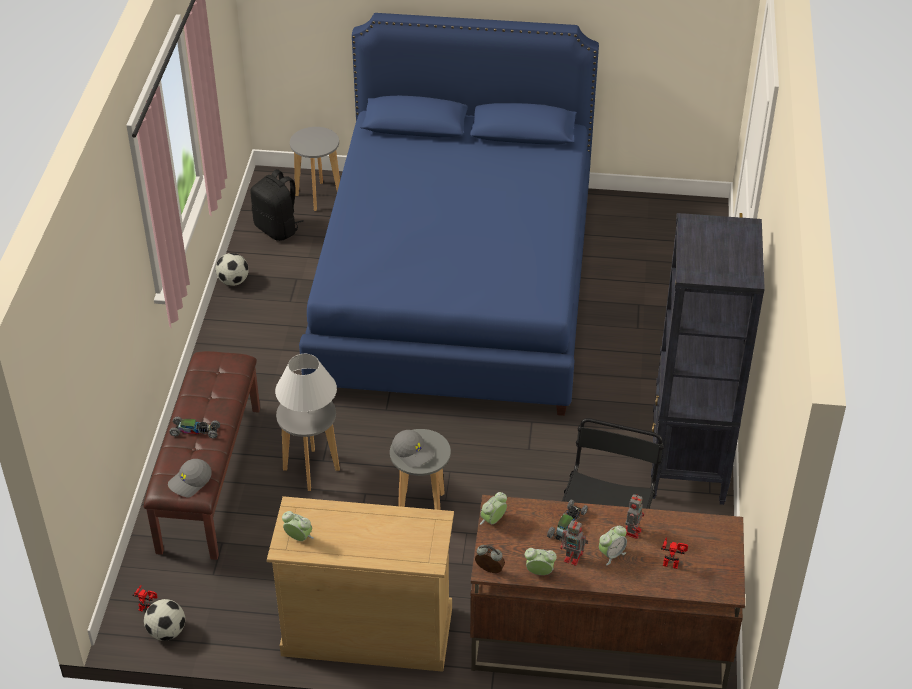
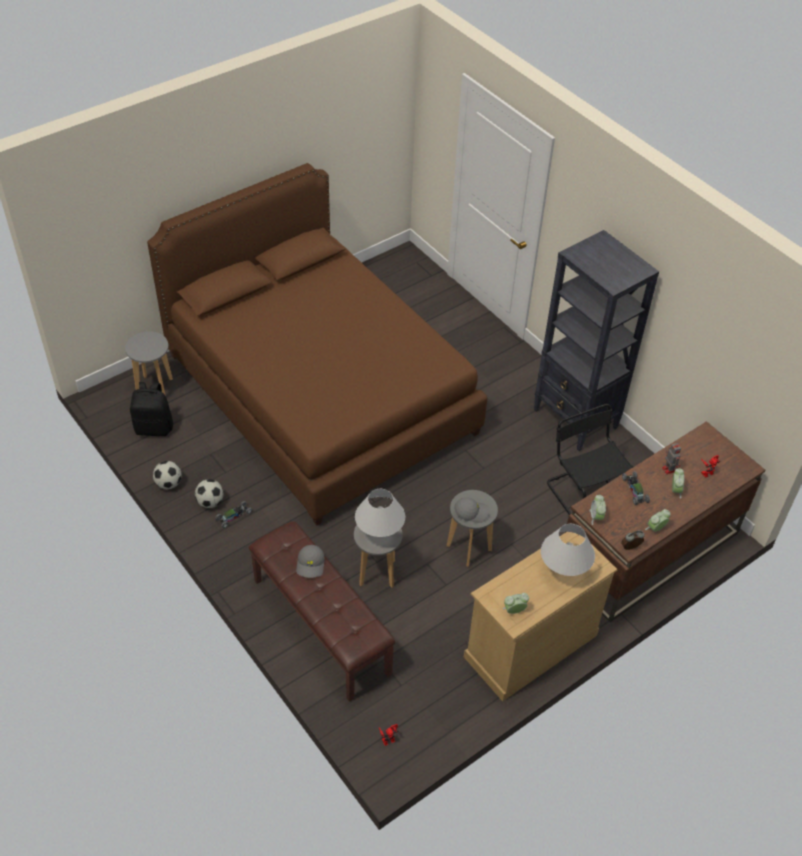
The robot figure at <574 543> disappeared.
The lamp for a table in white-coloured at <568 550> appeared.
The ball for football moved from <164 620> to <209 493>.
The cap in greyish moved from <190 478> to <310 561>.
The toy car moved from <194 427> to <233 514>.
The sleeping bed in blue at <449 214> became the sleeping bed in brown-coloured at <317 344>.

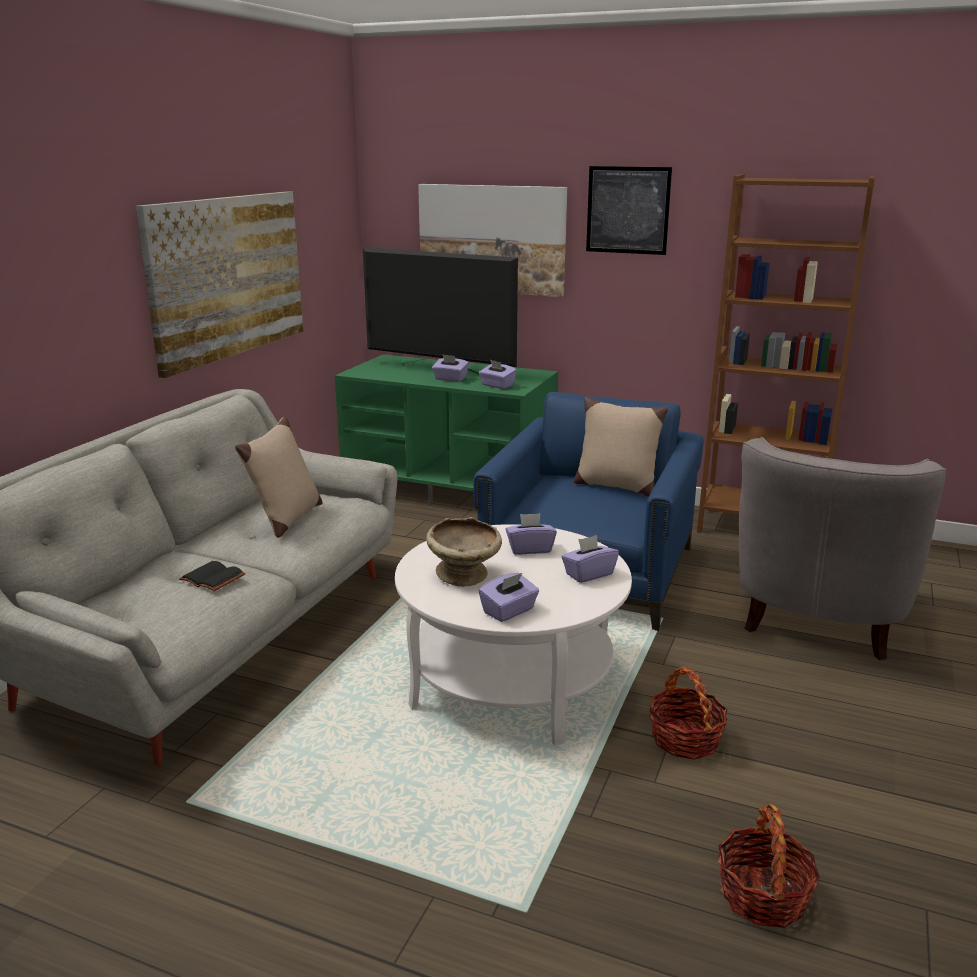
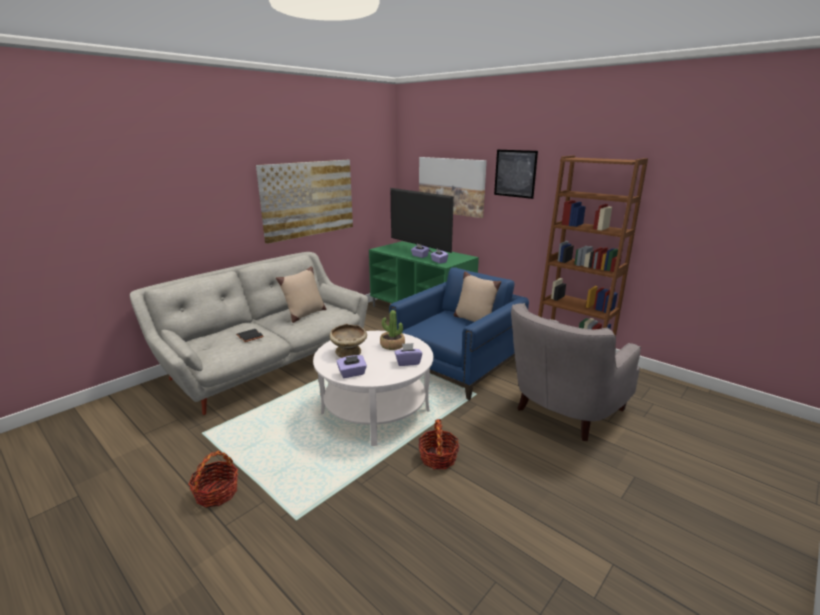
The basket moved from <769 866> to <213 479>.
The box of tissues in purplish at <531 534> was replaced by the potted plant at <392 330>.

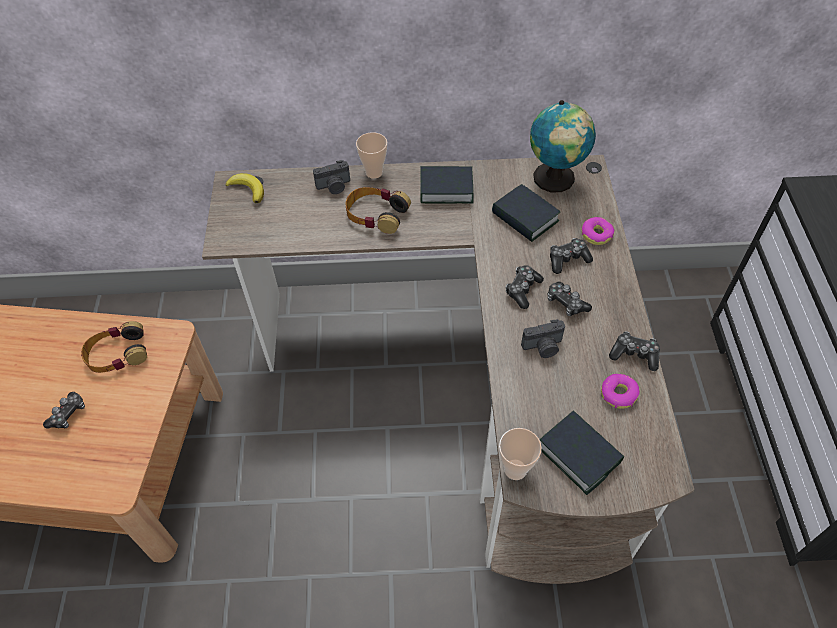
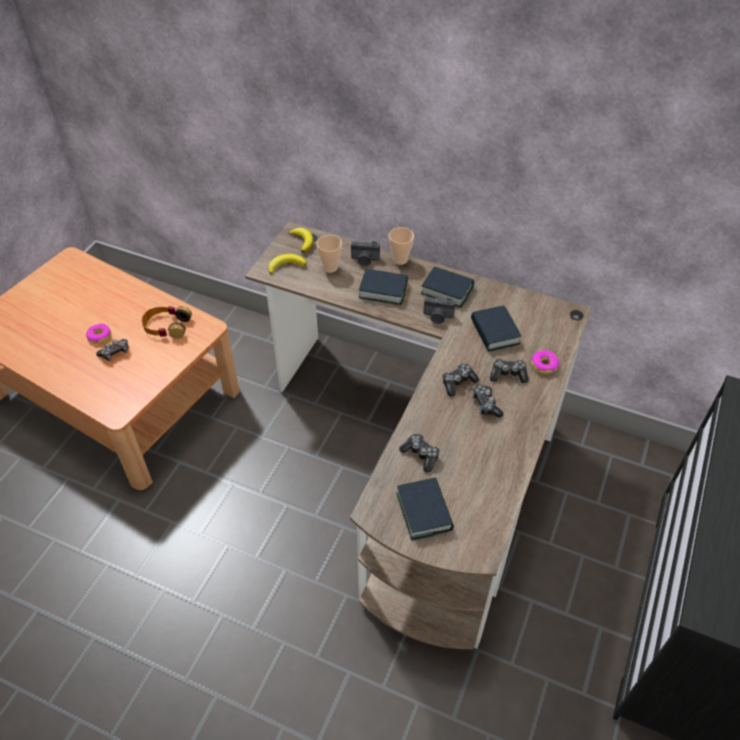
The desk globe at <563 146> disappeared.
The banana fruit at <287 264> appeared.
The small cup moved from <520 454> to <329 254>.
The photo camera moved from <543 338> to <439 310>.
The donut moved from <620 391> to <98 334>.
The game controller moved from <634 351> to <419 453>.
The pair of headphones at <378 210> was replaced by the book at <383 287>.

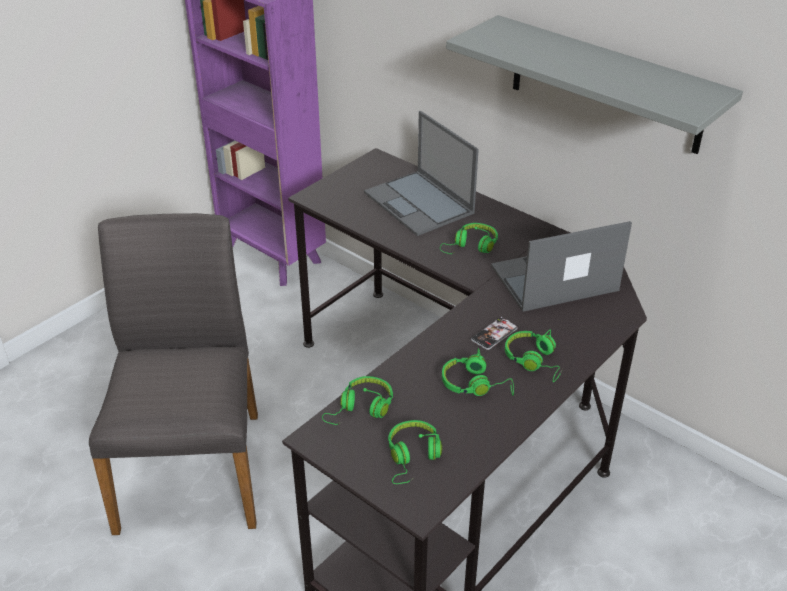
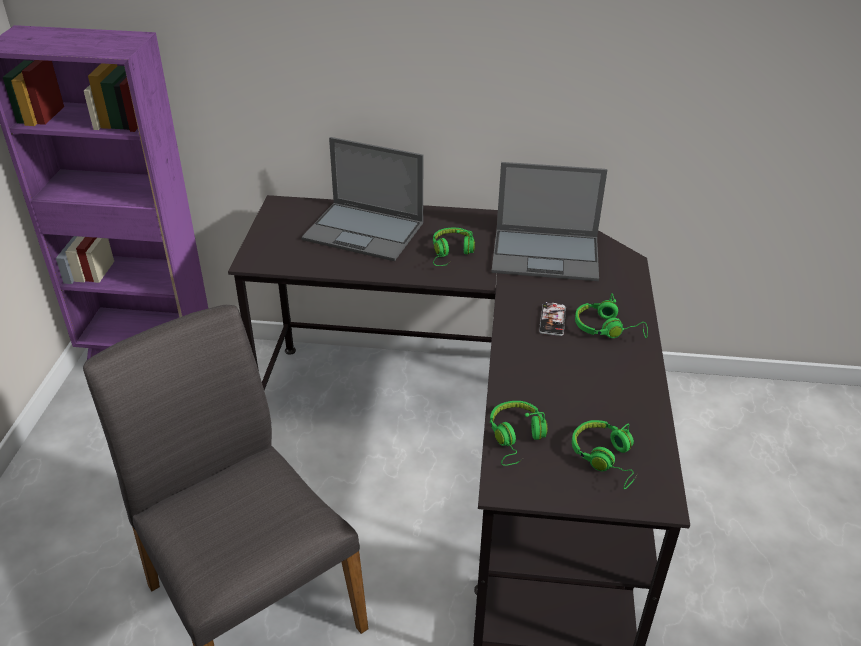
The pair of headphones in greenish at <478 372> disappeared.
The shelf in greyish at <594 84> disappeared.
The notebook computer at <561 266> turned 120 degrees counterclockwise.

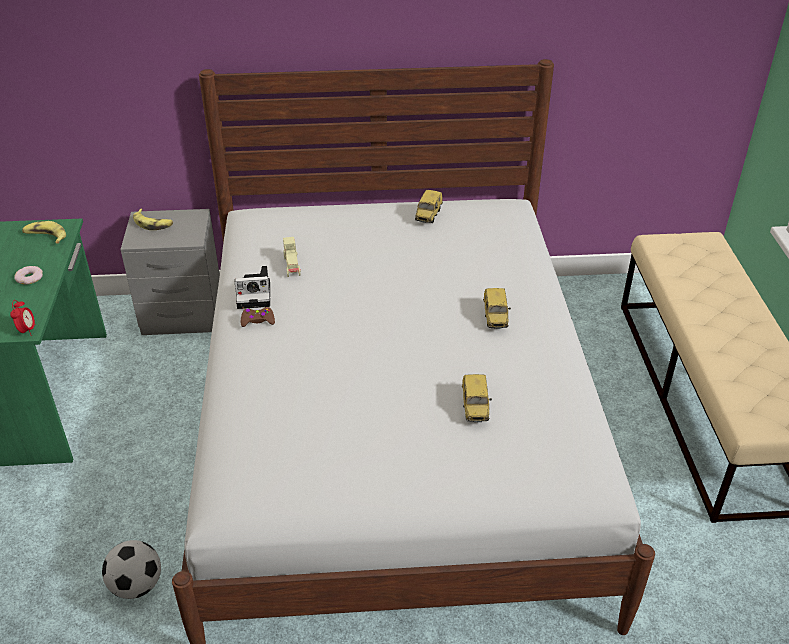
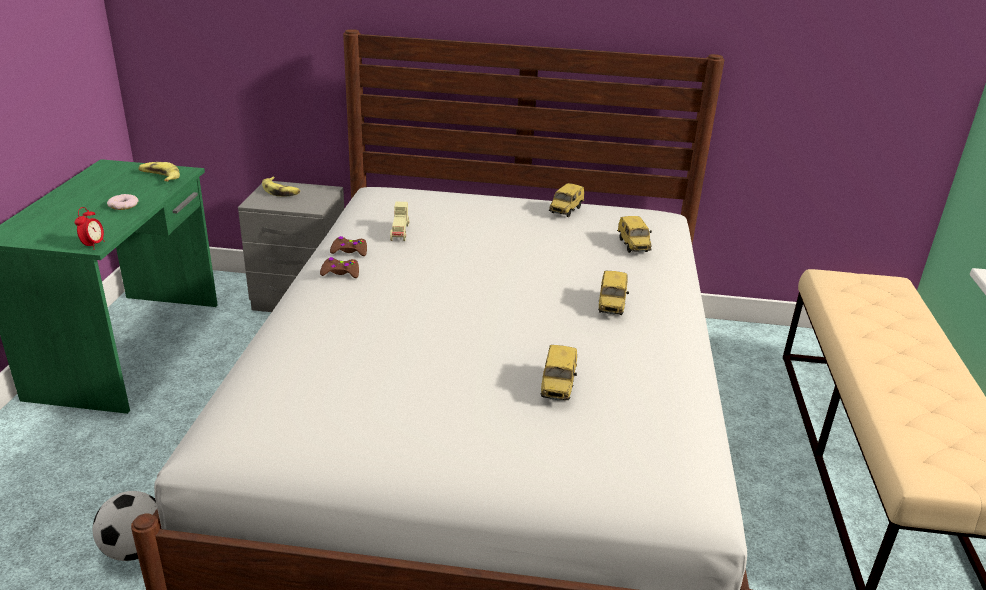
The toy car at <634 234> appeared.
The photo camera at <252 287> was replaced by the game controller in brown-coloured at <348 246>.

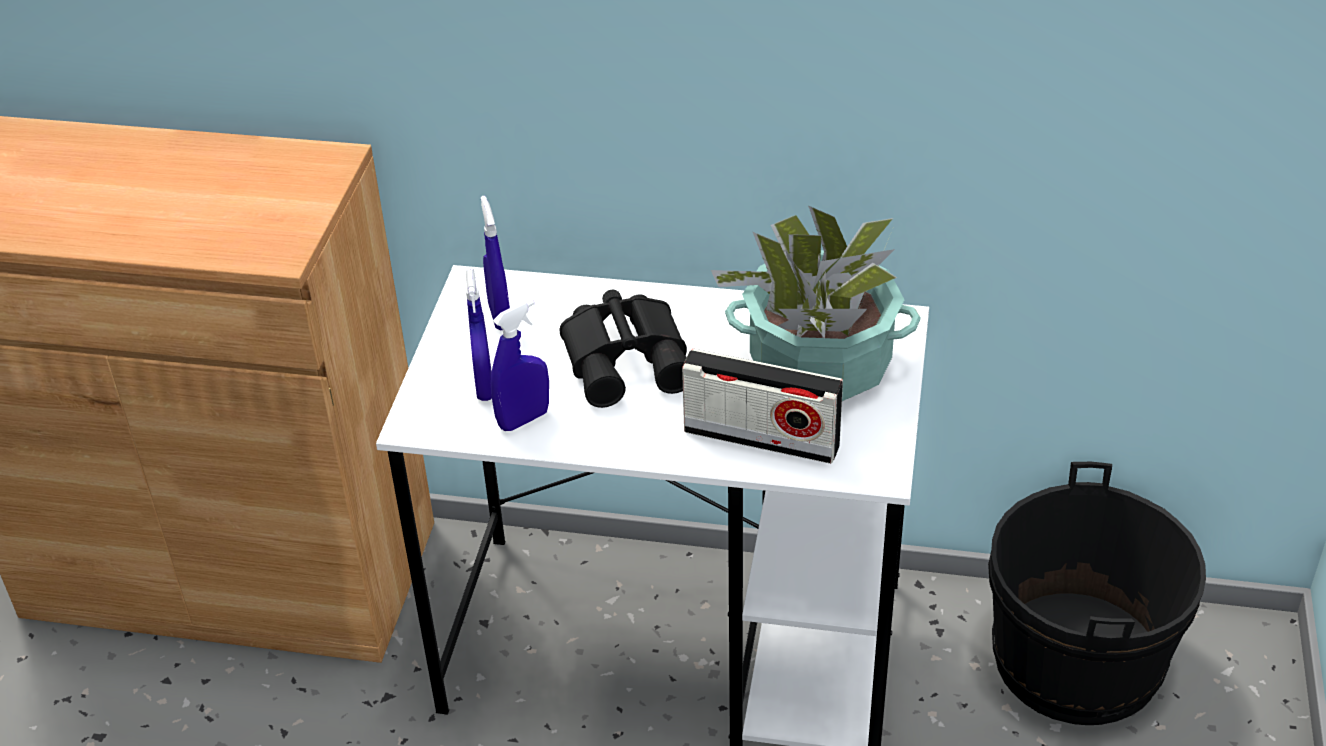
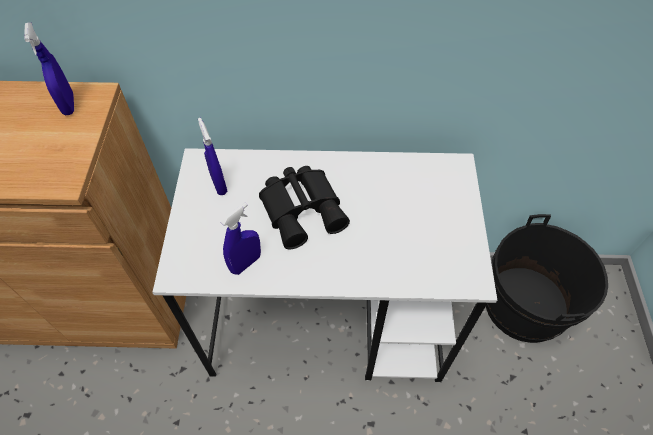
The radio at <762 406> disappeared.
The potted plant at <816 303> disappeared.
The sprayer in blue moved from <479 335> to <49 69>.

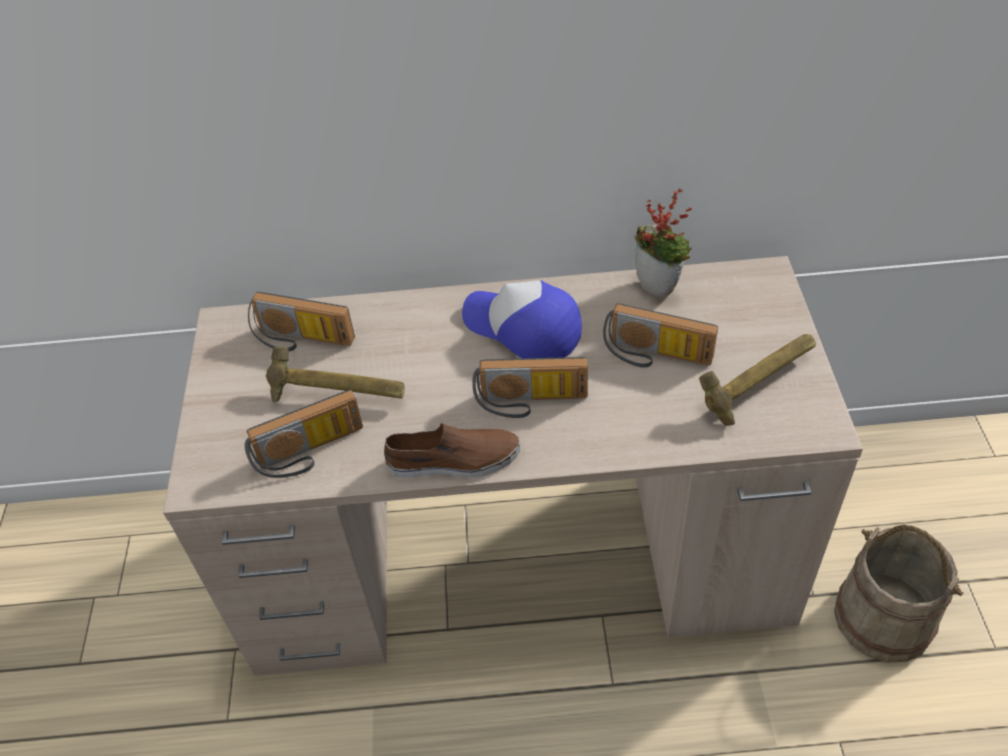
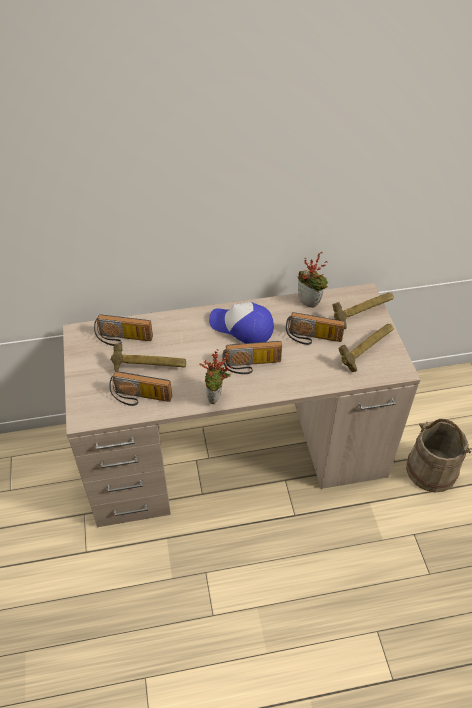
The tool hammer at <363 311> appeared.
The item of footwear in brown-coloured at <452 450> was replaced by the potted plant at <215 376>.
The radio at <304 434> turned 45 degrees clockwise.

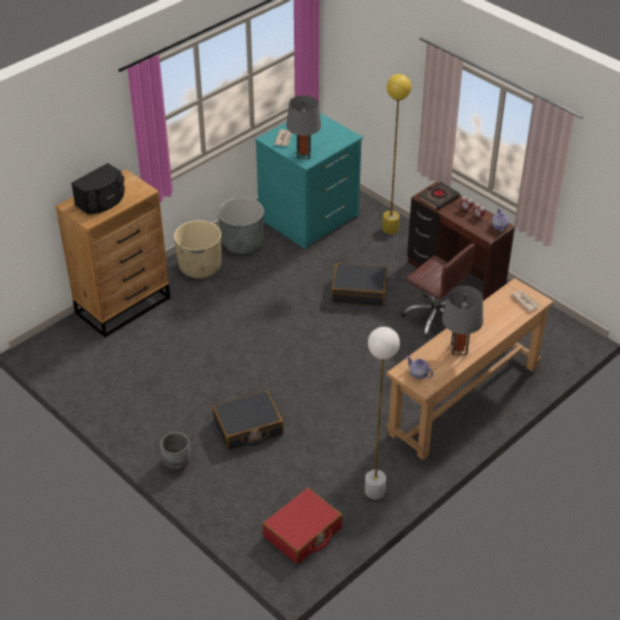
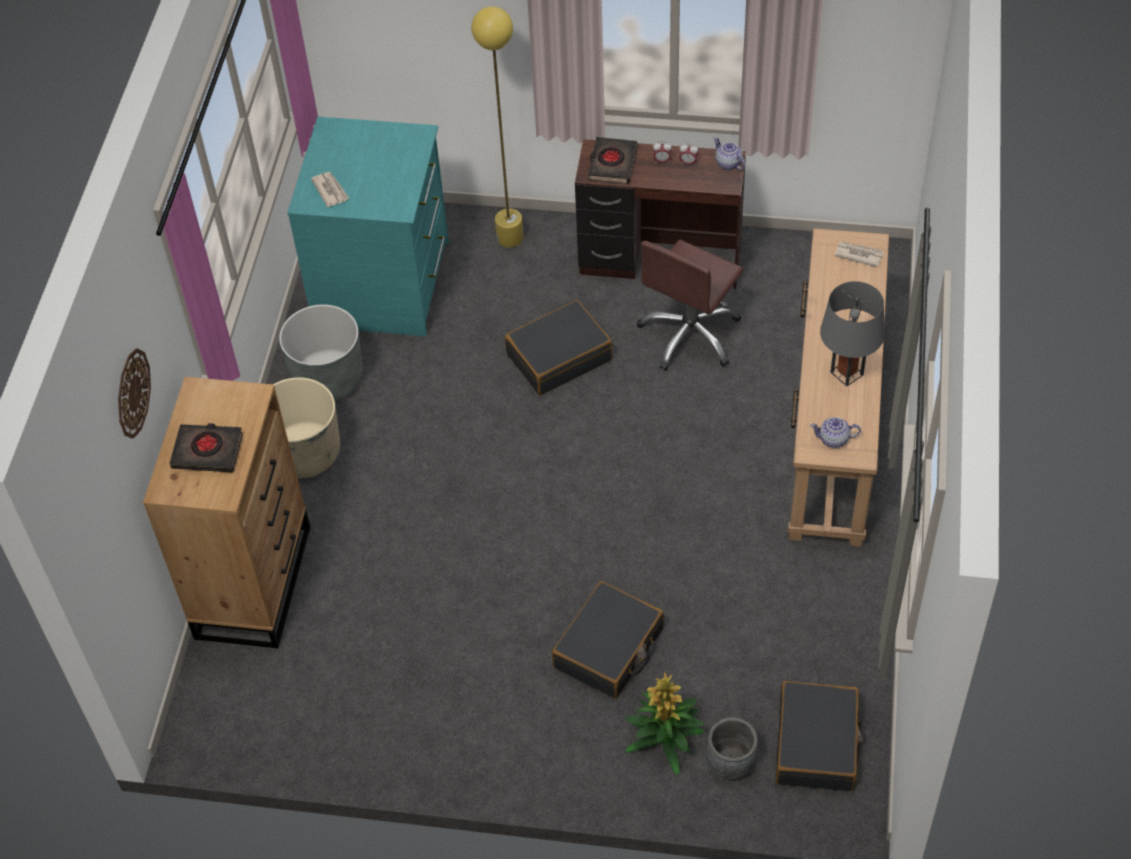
The lamp for a table in greyish at <303 127> disappeared.
The standing lamp in white-coloured at <382 413> disappeared.
The clock on the wall at <134 393> appeared.
The potted plant at <665 723> appeared.
The planter in greyish moved from <175 451> to <732 748>.
The loudspeaker in black at <98 189> was replaced by the book in black at <206 447>.
The piece of luggage in reddish at <302 526> became the piece of luggage in black at <819 736>.
The office chair in brown-coloured at <438 291> turned 120 degrees clockwise.

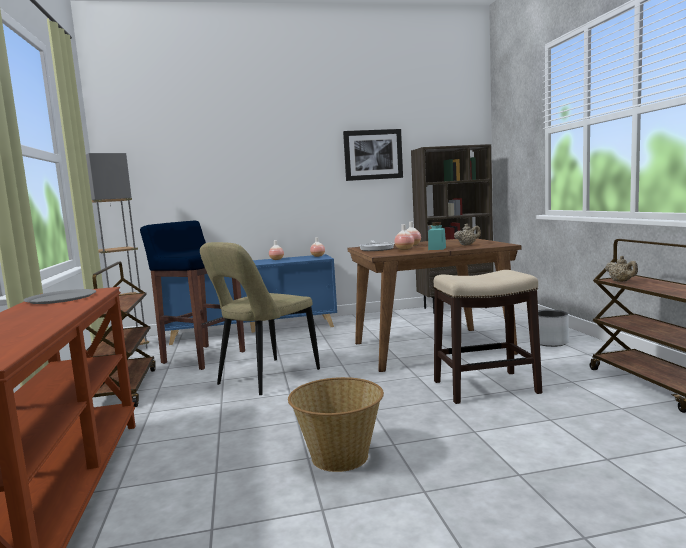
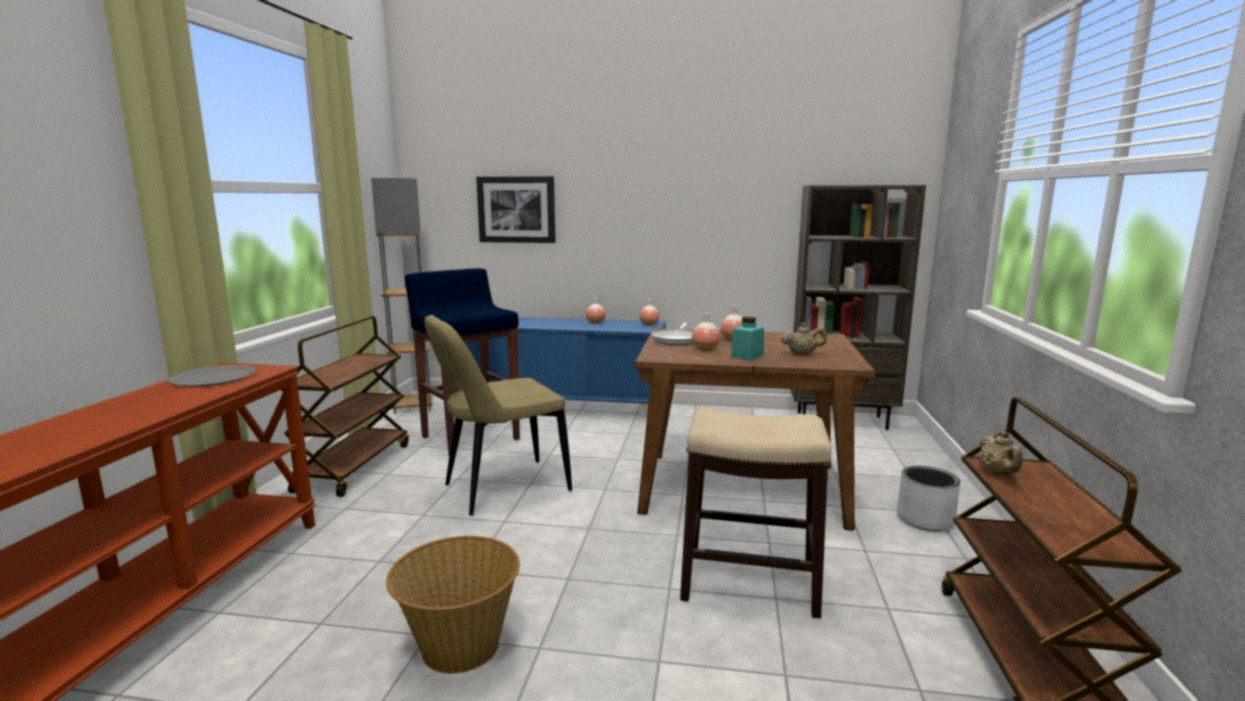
The wall picture moved from <373 155> to <516 209>.

